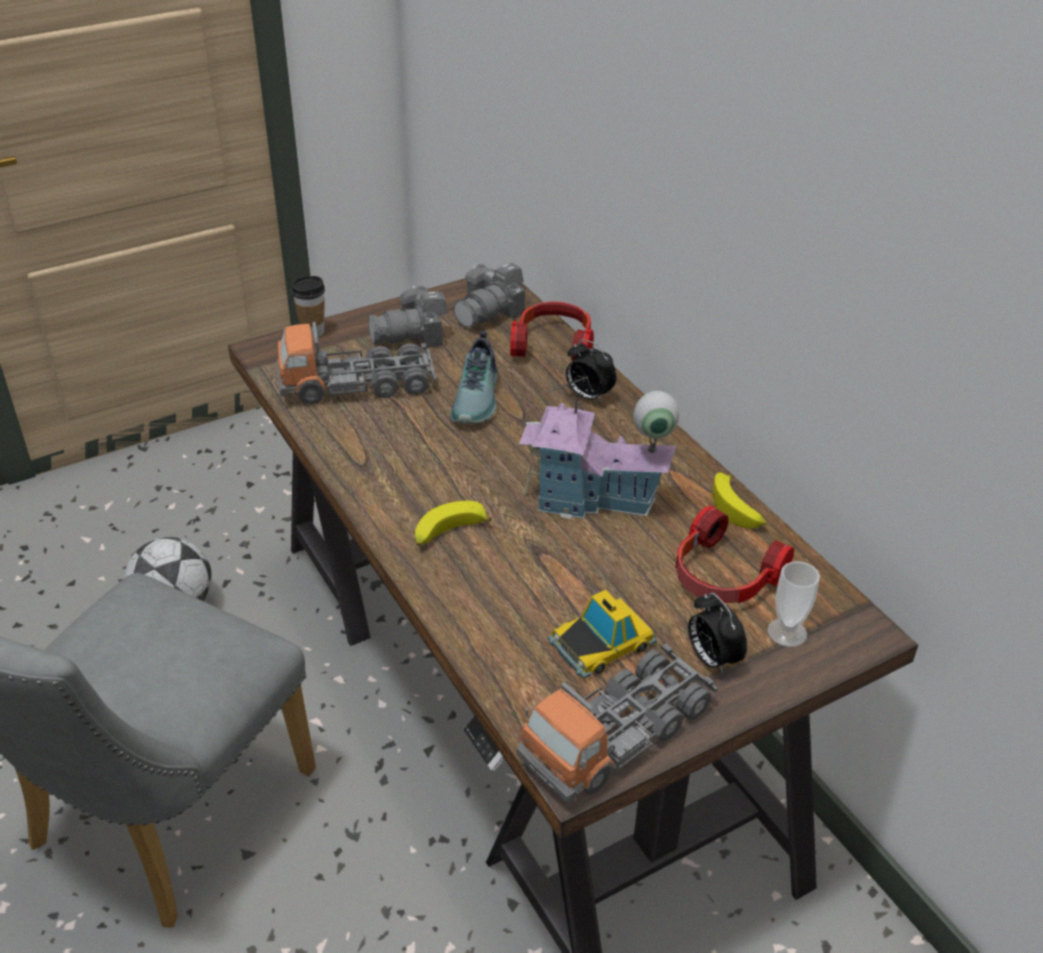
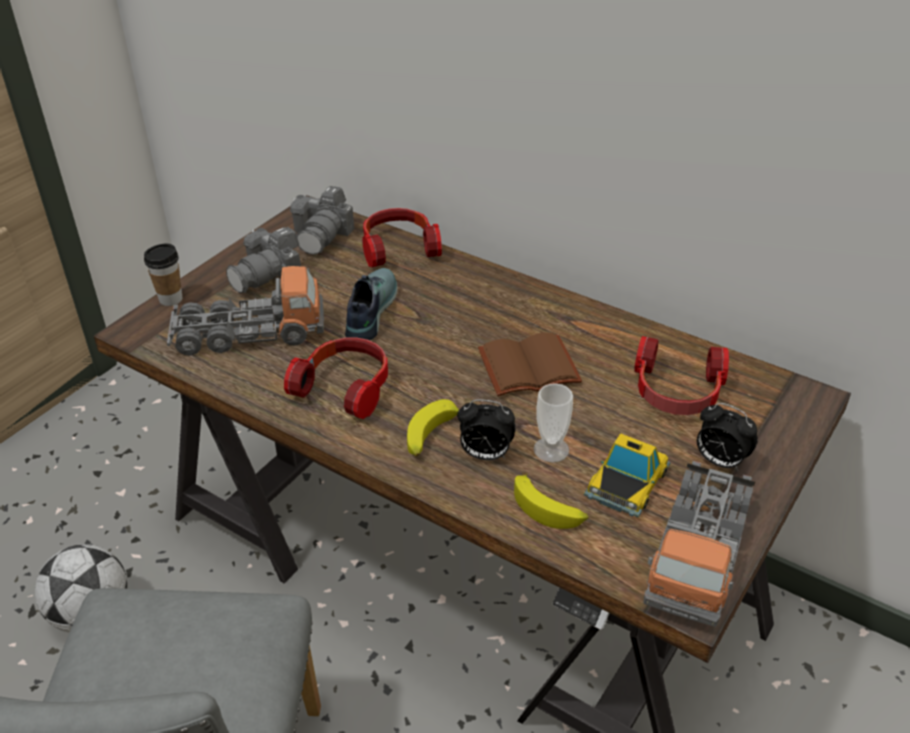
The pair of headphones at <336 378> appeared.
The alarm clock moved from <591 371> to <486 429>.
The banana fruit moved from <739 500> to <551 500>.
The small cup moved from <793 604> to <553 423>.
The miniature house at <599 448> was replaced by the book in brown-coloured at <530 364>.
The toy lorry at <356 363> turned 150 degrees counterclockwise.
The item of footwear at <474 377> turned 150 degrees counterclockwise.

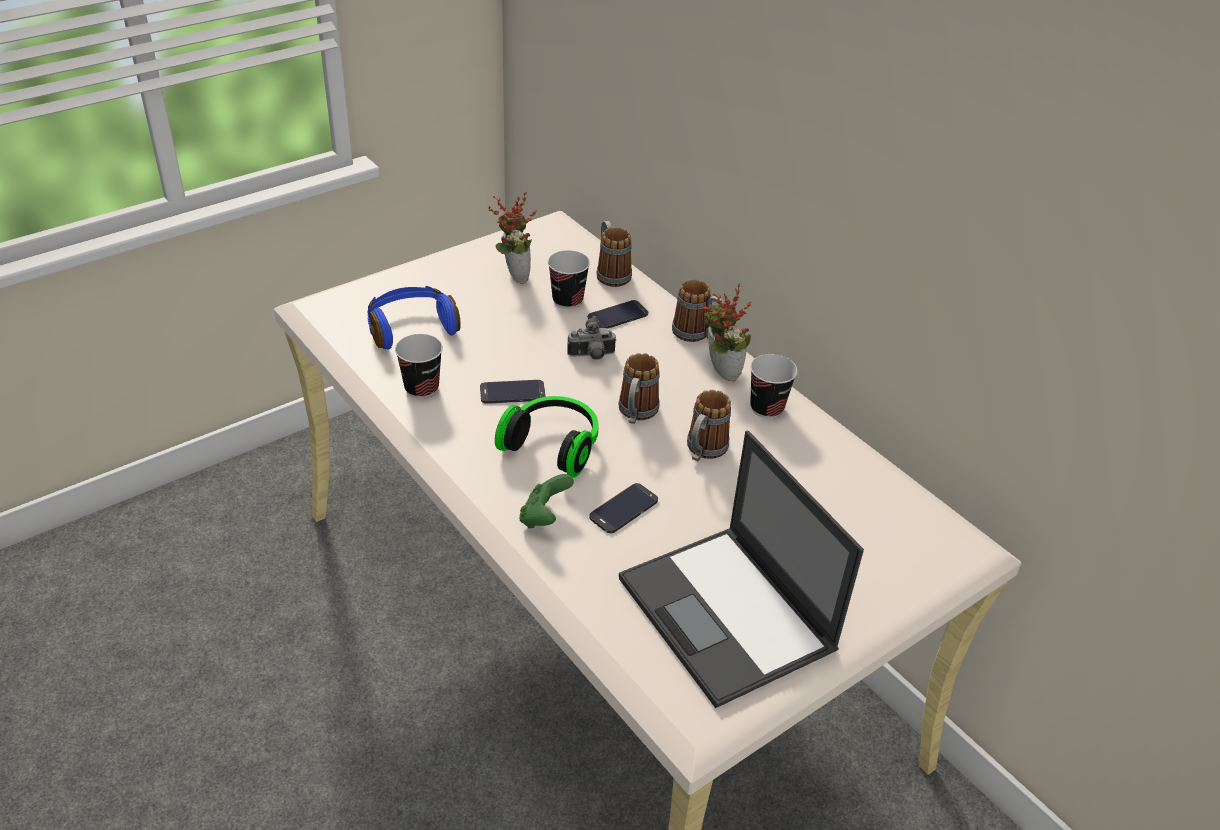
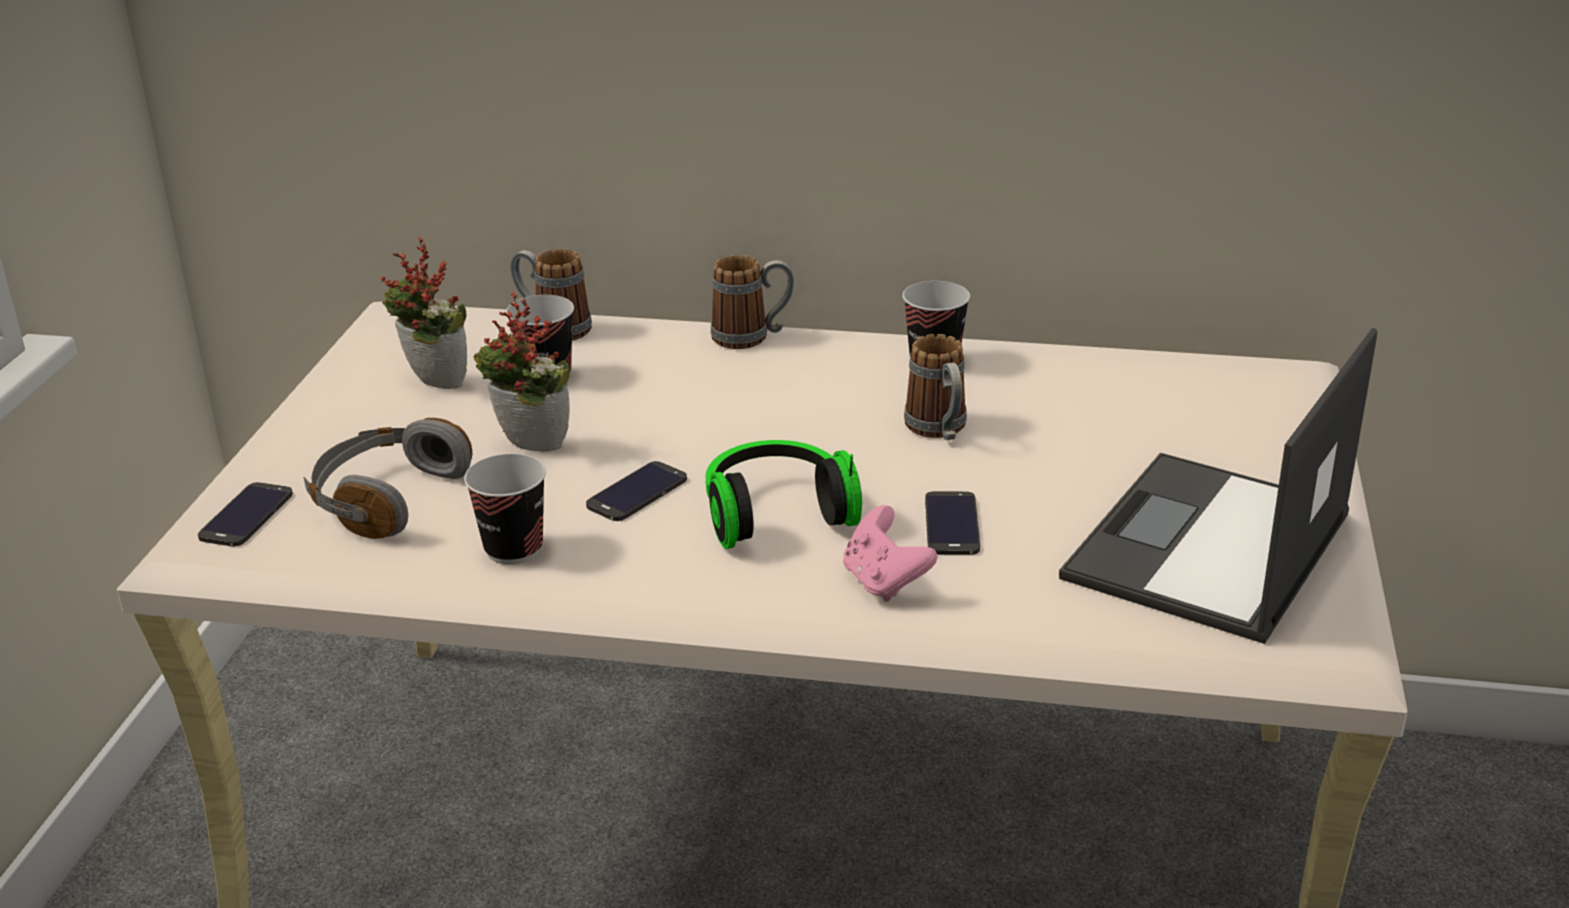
The photo camera at <592 338> disappeared.
The coffee mug at <638 388> disappeared.
The telephone moved from <618 314> to <245 514>.
The potted plant moved from <726 332> to <522 372>.
The pair of headphones in blue at <414 317> became the pair of headphones in greyish at <388 478>.
The game controller in greenish at <546 501> became the game controller in pink at <890 553>.
The notebook computer at <741 569> turned 105 degrees clockwise.

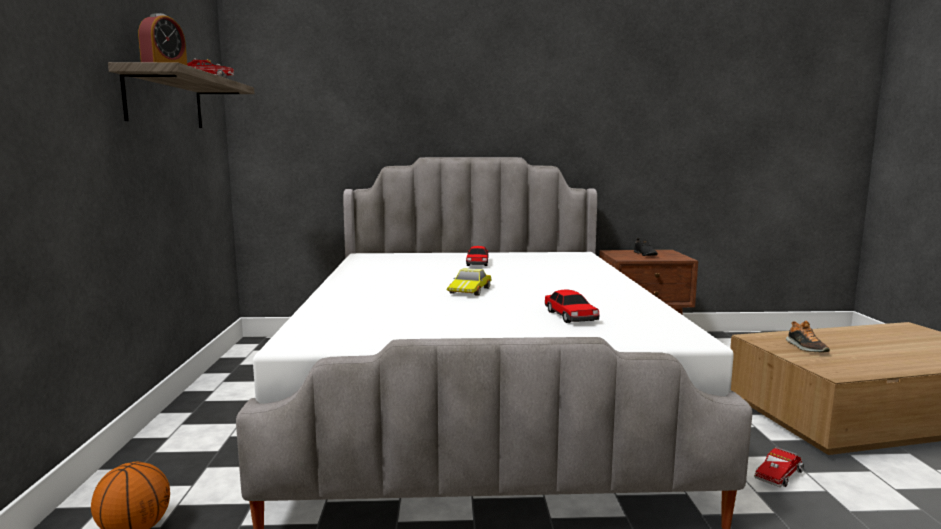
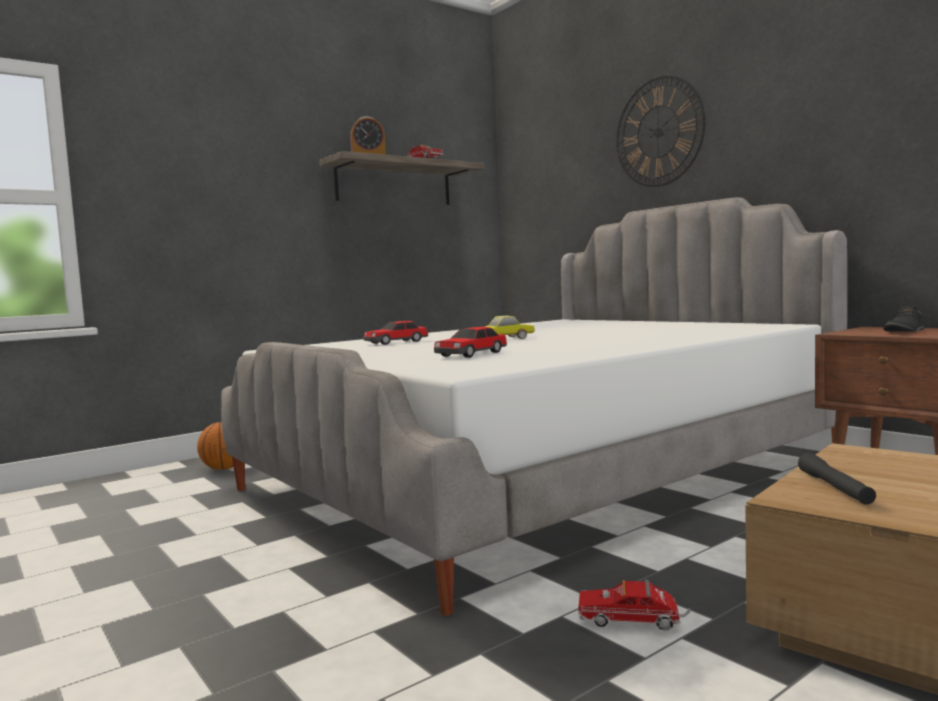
The item of footwear at <808 336> disappeared.
The clock on the wall at <661 131> appeared.
The hand torch in black at <837 479> appeared.
The toy car moved from <477 256> to <395 333>.

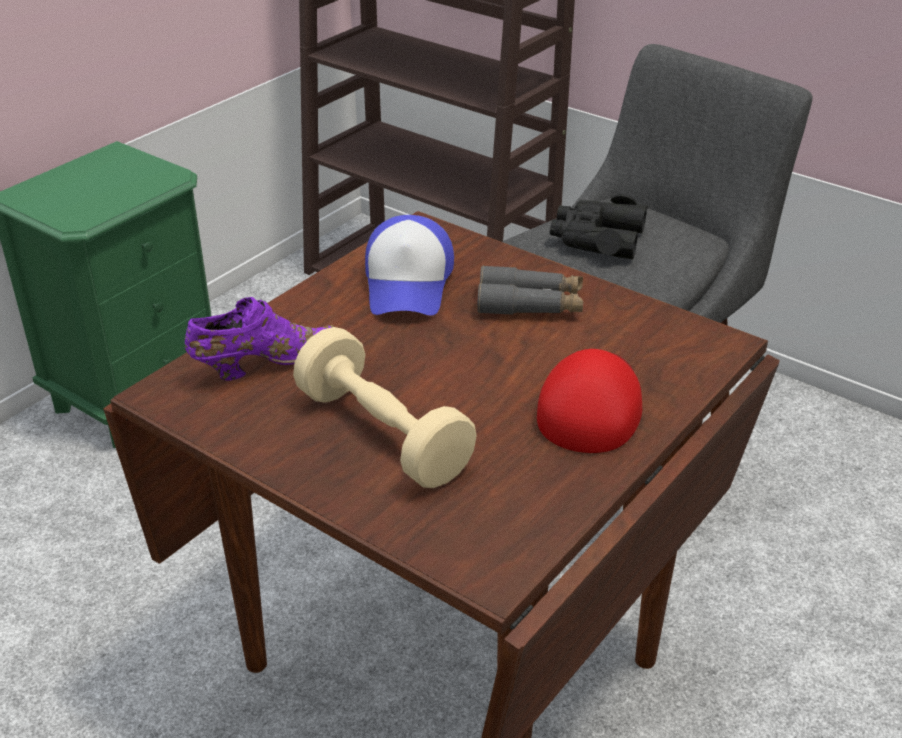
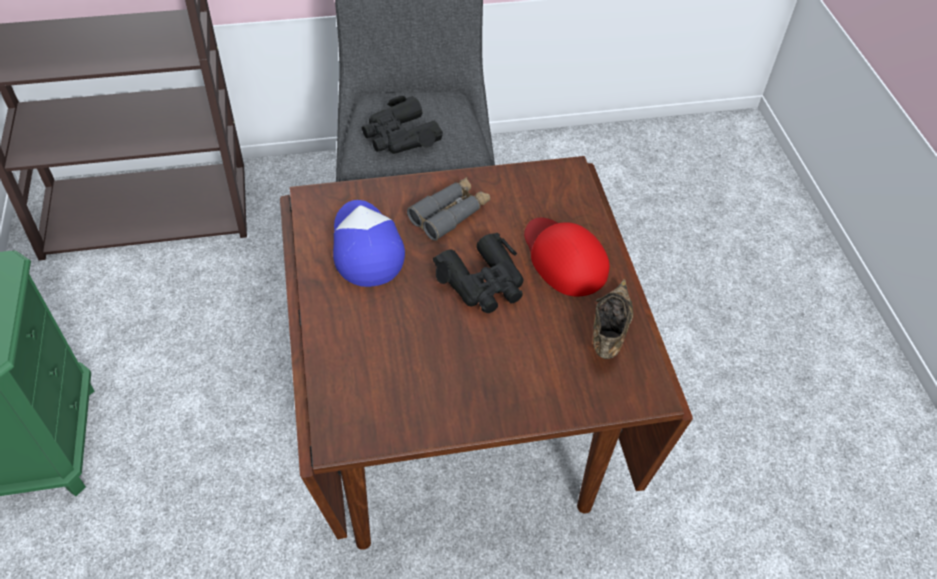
The item of footwear in purplish at <259 339> disappeared.
The hand weight in sand-coloured at <385 407> disappeared.
The pair of binoculars in black at <478 273> appeared.
The item of footwear in brown-coloured at <613 319> appeared.
The cap at <409 265> turned 150 degrees counterclockwise.

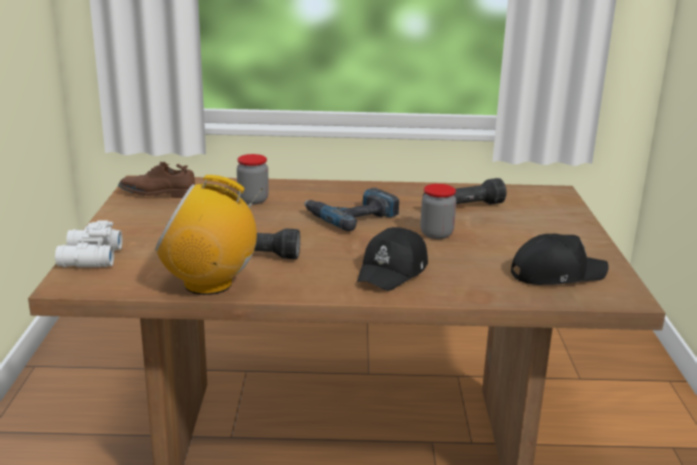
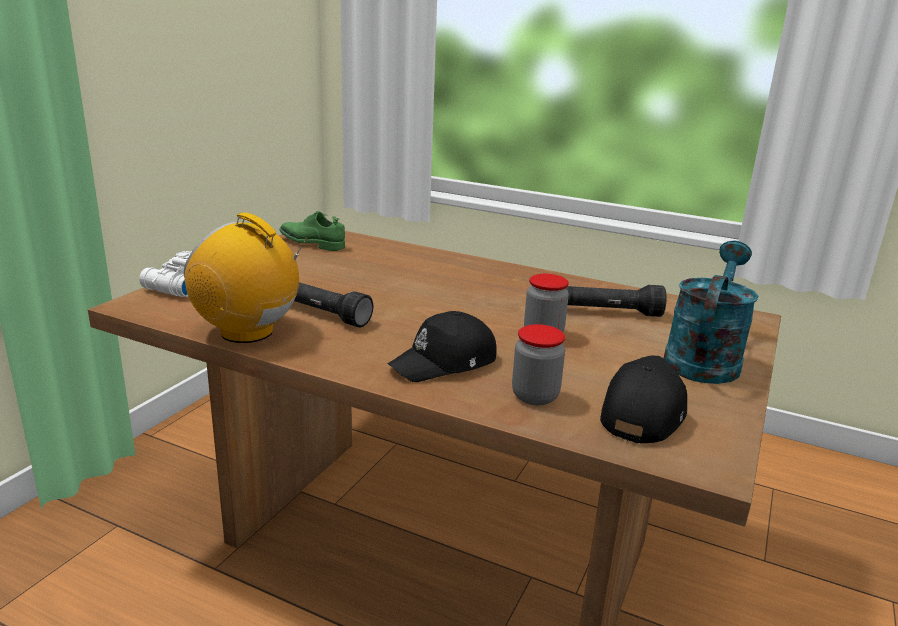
The electric drill at <351 209> disappeared.
The watering can in turquoise-coloured at <711 312> appeared.
The storage jar moved from <253 179> to <538 364>.
The item of footwear in brown-coloured at <156 180> became the item of footwear in greenish at <312 231>.
The cap in black at <560 259> turned 75 degrees counterclockwise.

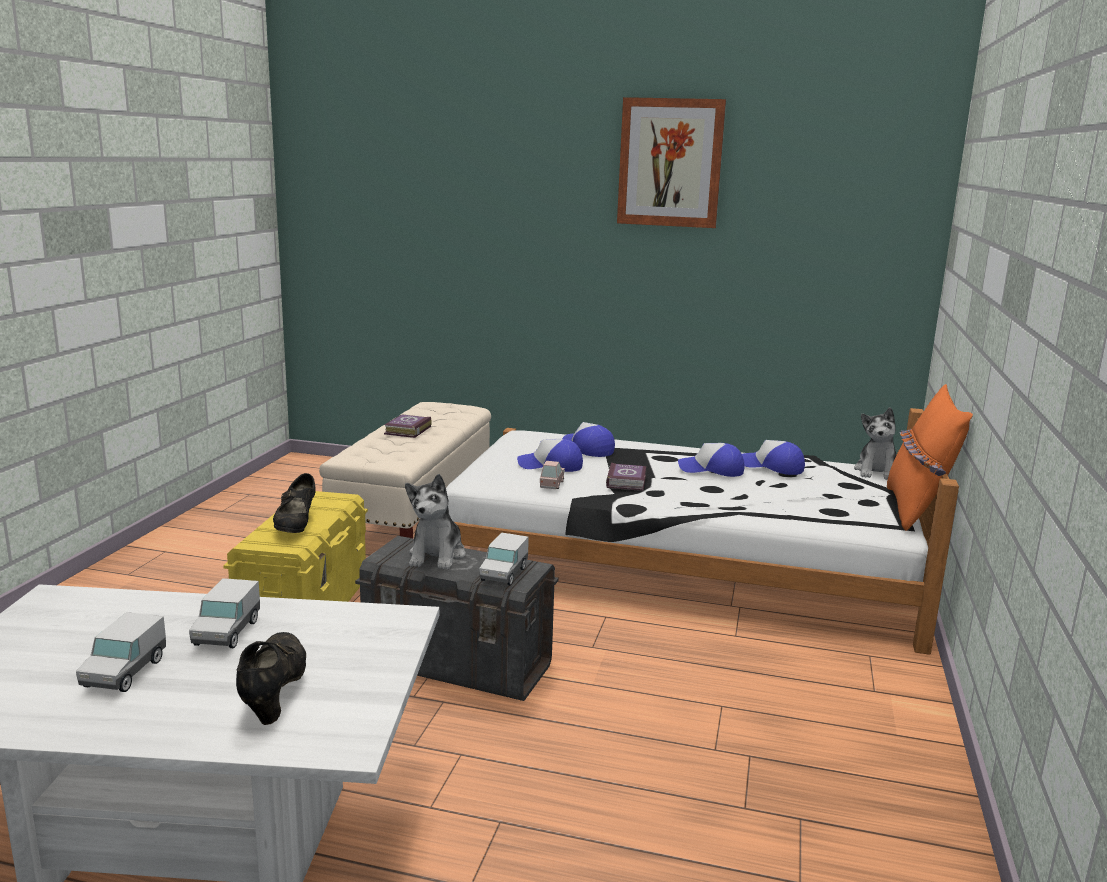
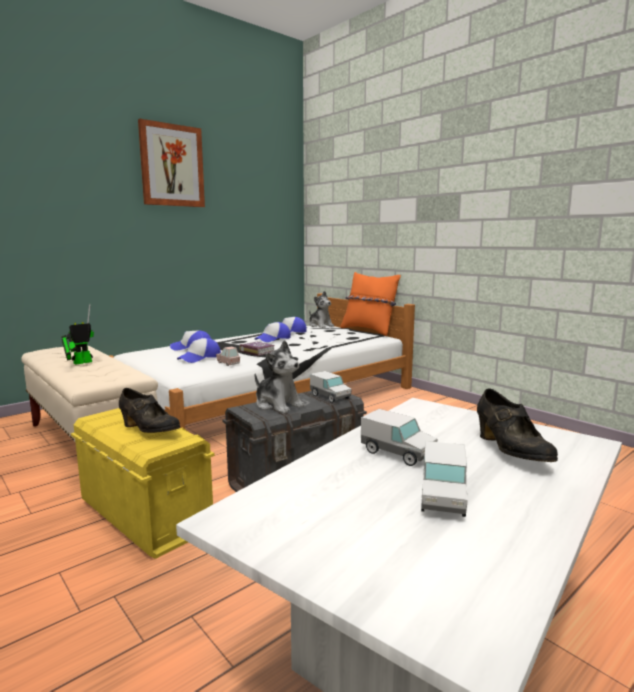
The book at <408 426> was replaced by the robot figure at <77 334>.
The toy lorry at <121 652> turned 60 degrees clockwise.
The item of footwear in black at <271 678> turned 135 degrees counterclockwise.

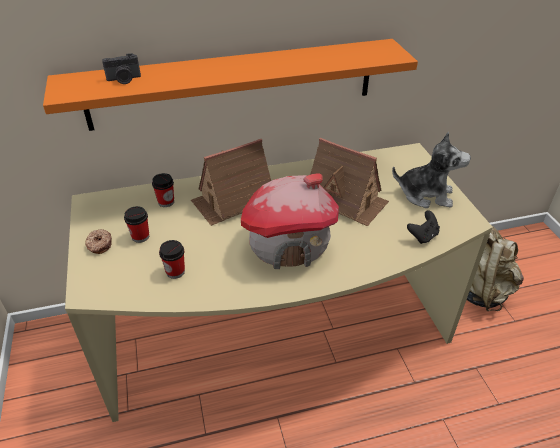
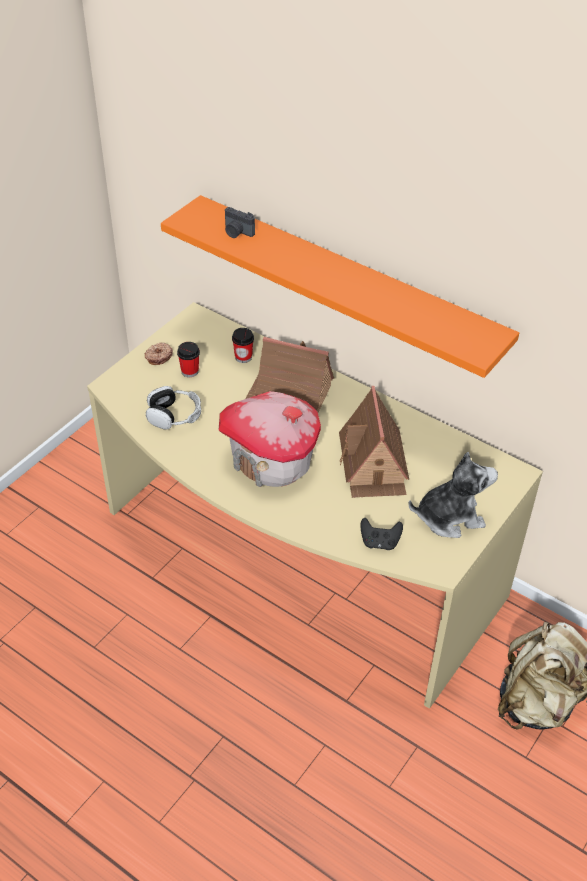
The small cup at <172 259> was replaced by the pair of headphones at <173 408>.
The cuddly toy at <431 170> turned 75 degrees counterclockwise.

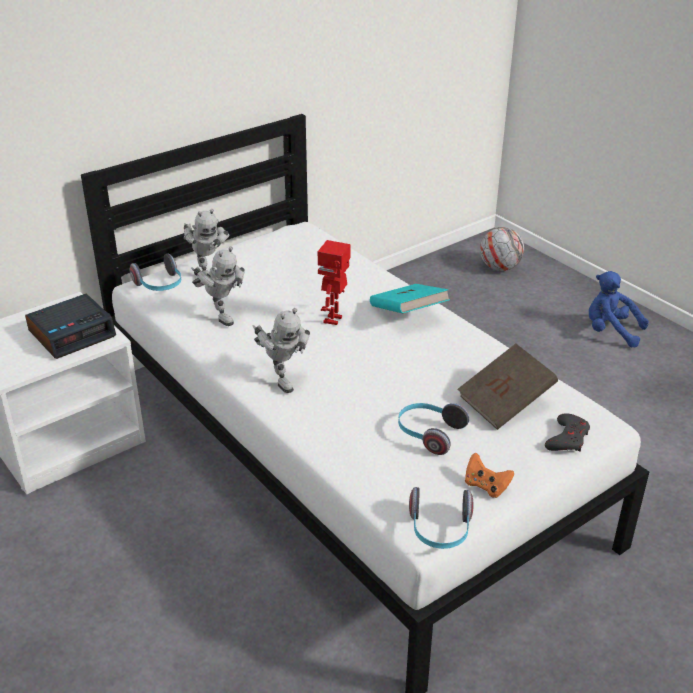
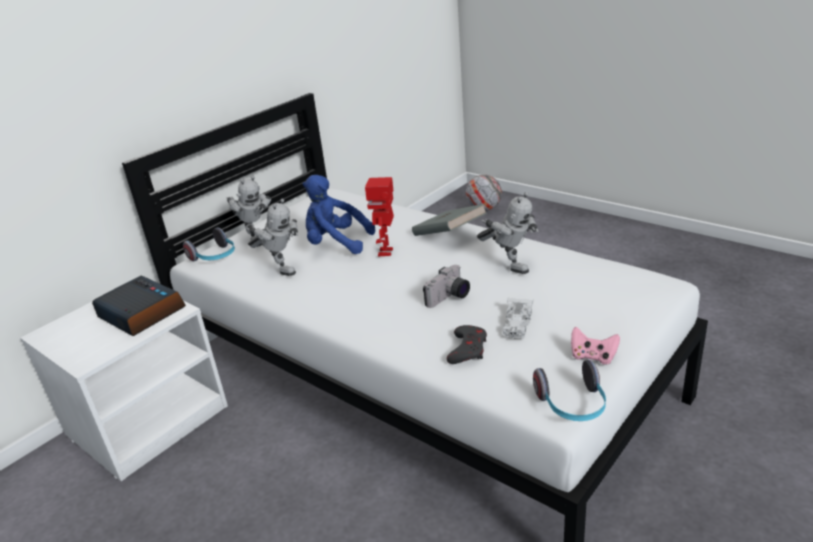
The book in brown-coloured at <507 386> disappeared.
The photo camera at <446 286> appeared.
The robot figure moved from <281 350> to <508 233>.
The game controller in greyish moved from <567 432> to <467 344>.
The cuddly toy in blue moved from <619 309> to <339 214>.
The pair of headphones at <433 429> was replaced by the toy car in white-coloured at <517 318>.
The book in turquoise-coloured at <410 298> became the book in greyish at <449 220>.
The game controller in orange at <489 475> became the game controller in pink at <595 346>.
The alarm clock at <70 326> turned 90 degrees counterclockwise.

